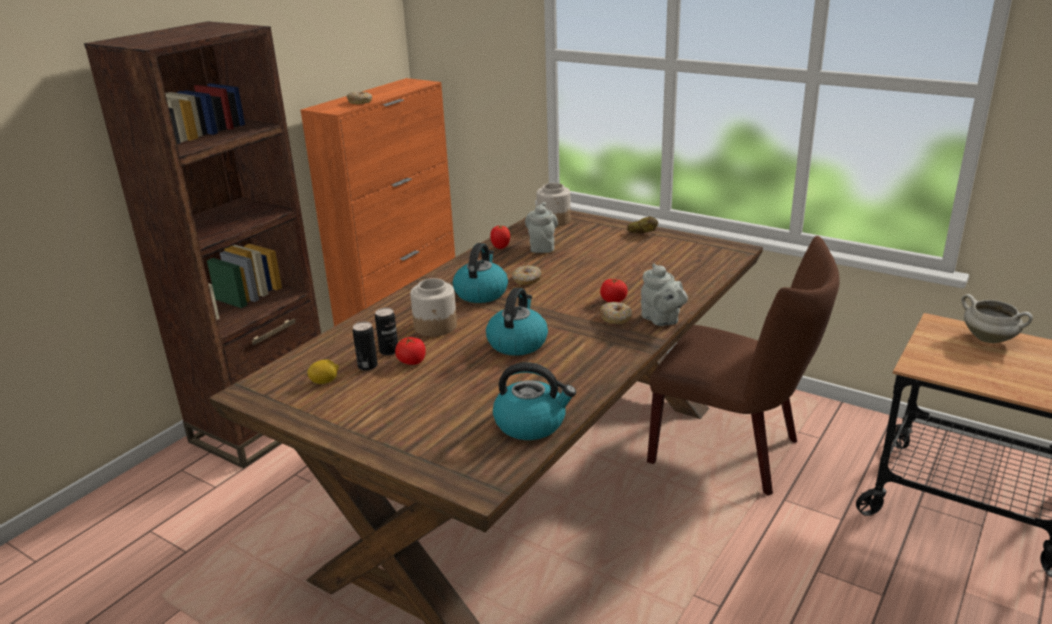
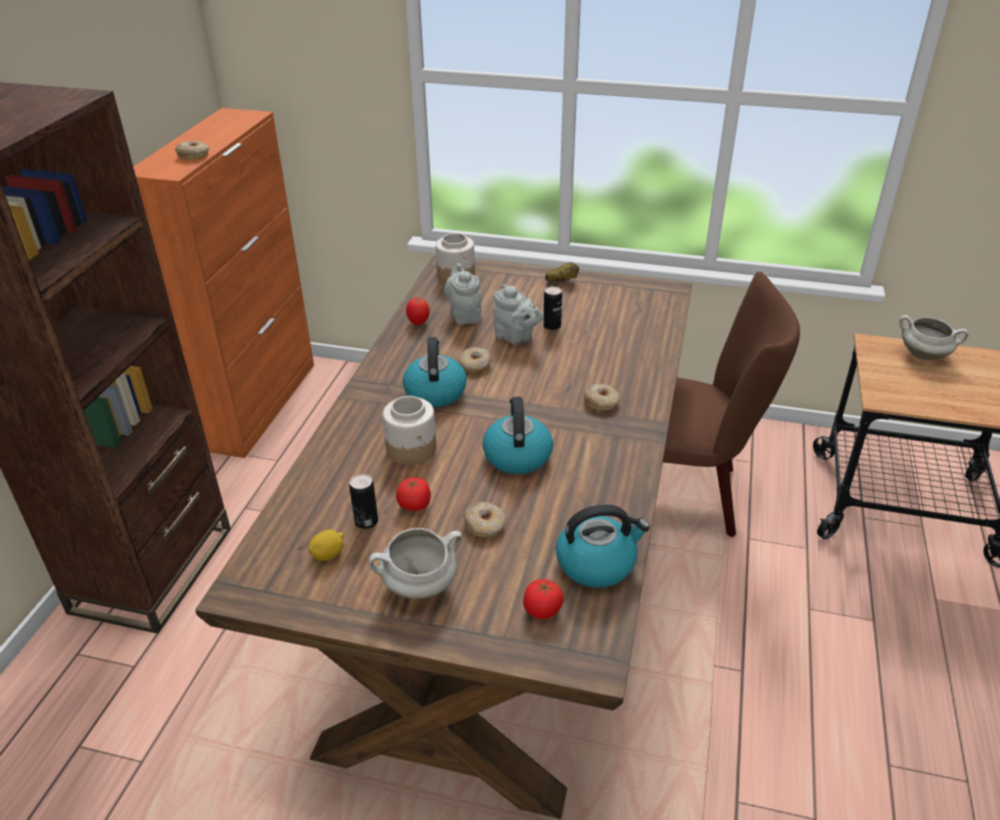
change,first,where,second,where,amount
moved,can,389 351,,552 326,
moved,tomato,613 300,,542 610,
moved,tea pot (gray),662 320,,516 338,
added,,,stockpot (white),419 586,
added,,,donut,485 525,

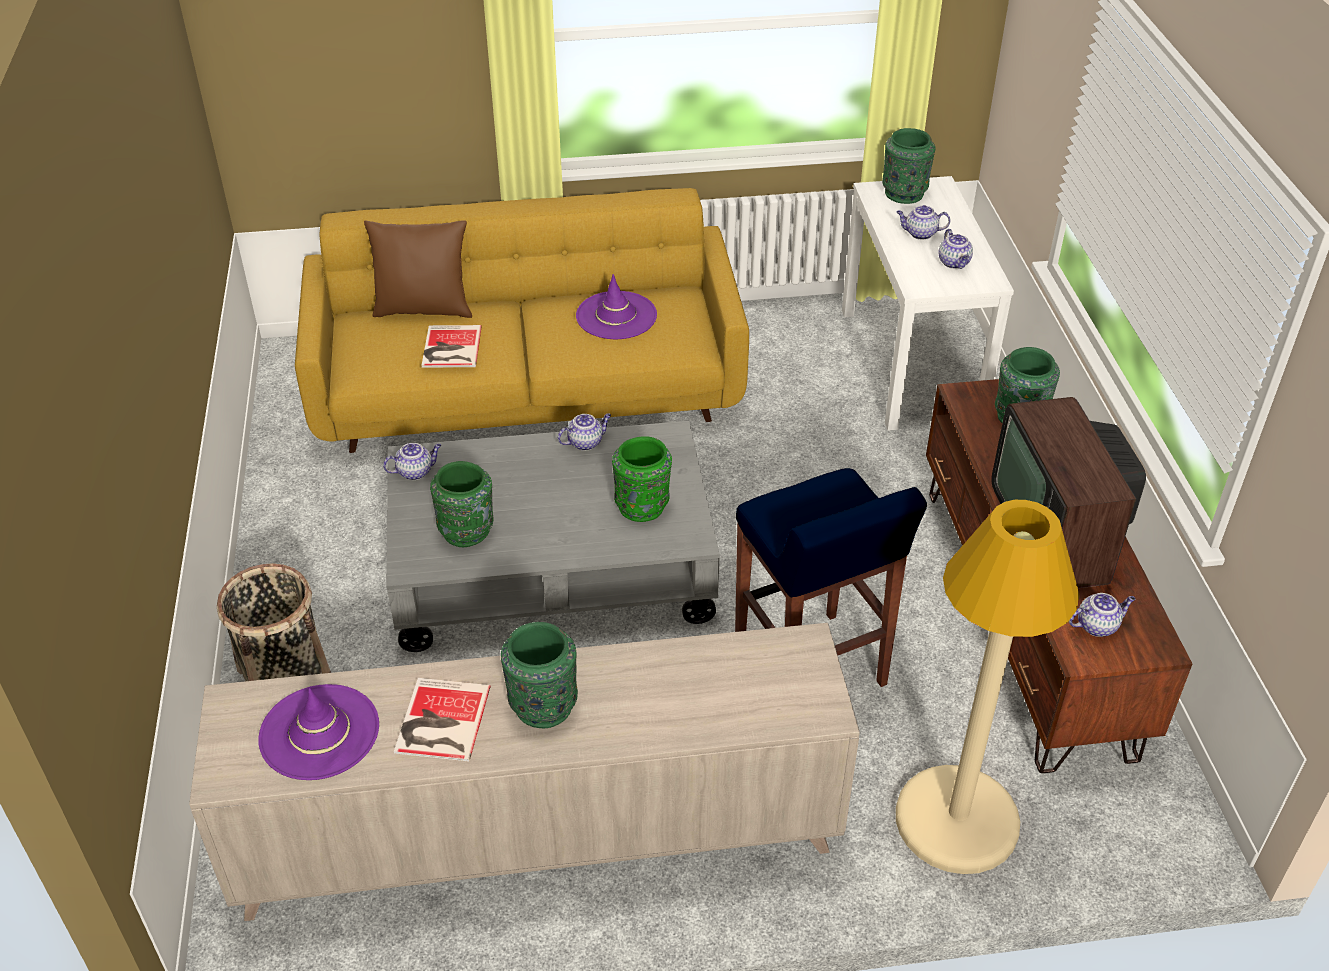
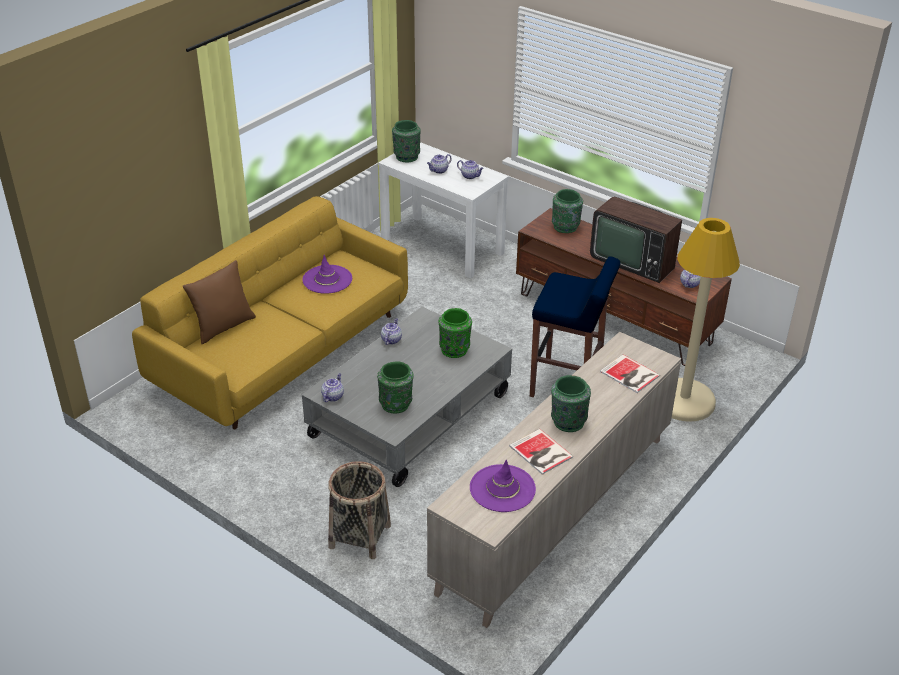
change,first,where,second,where,amount
moved,volume,450 348,,630 375,

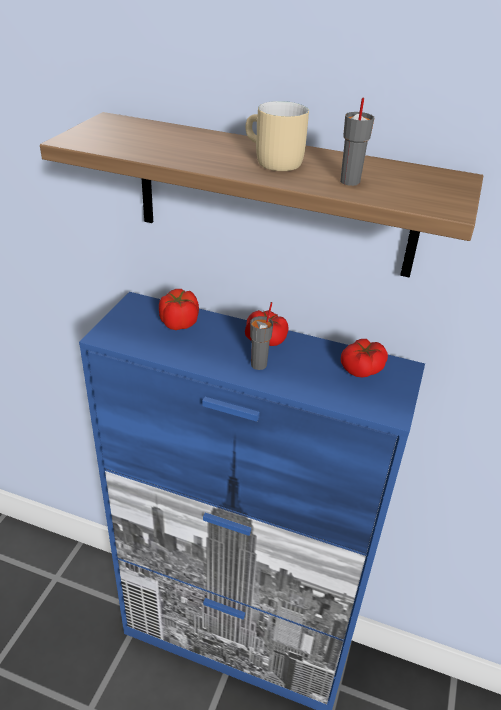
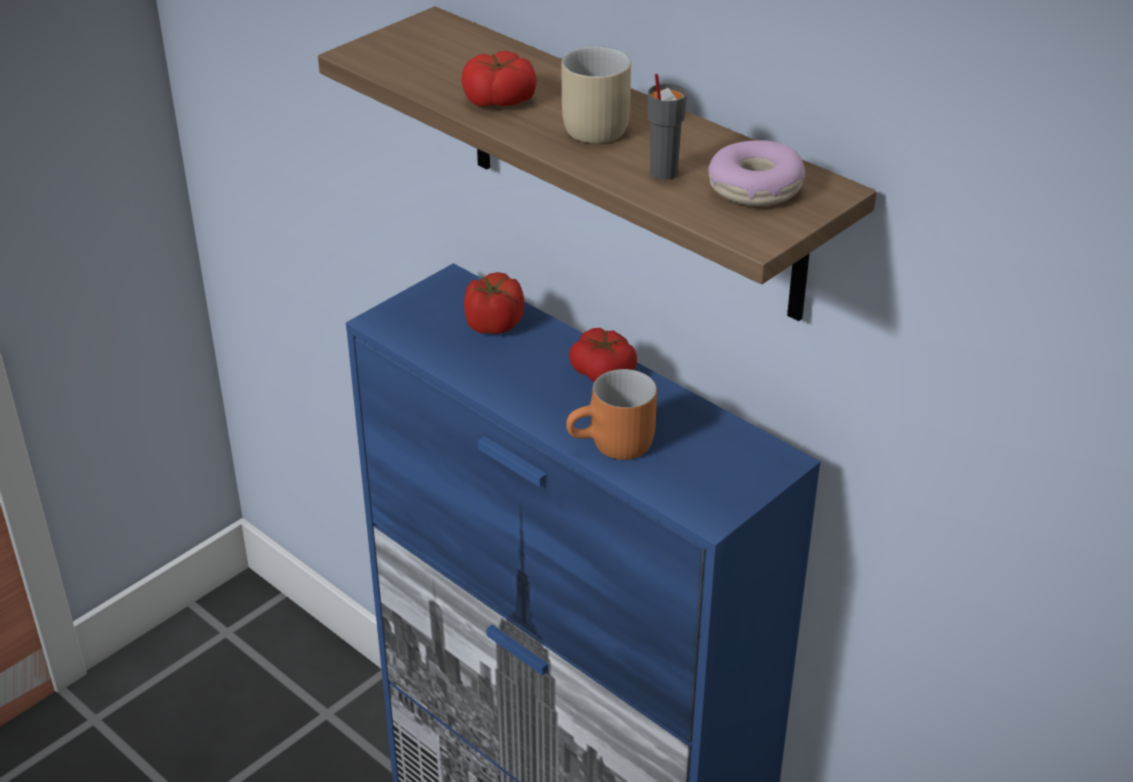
change,first,where,second,where,amount
removed,small cup (gray),259 364,,,
moved,tomato,362 368,,499 99,
added,,,tea mug (orangey),614 447,
added,,,donut,755 188,

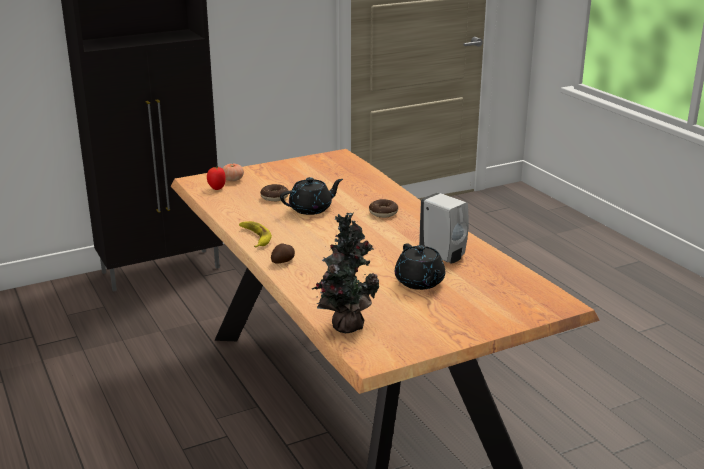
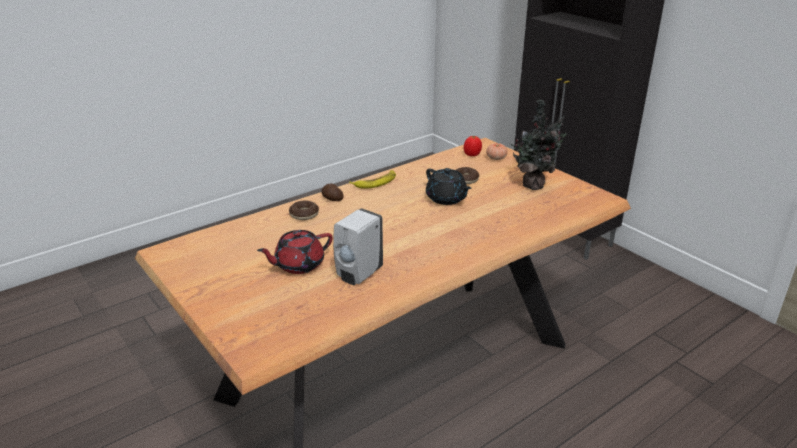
change,first,where,second,where,amount
moved,plant in a pot,345 325,,534 185,
moved,donut,383 213,,304 215,
recoloured,tea pot (black),419 282,tea pot (red),298 265,

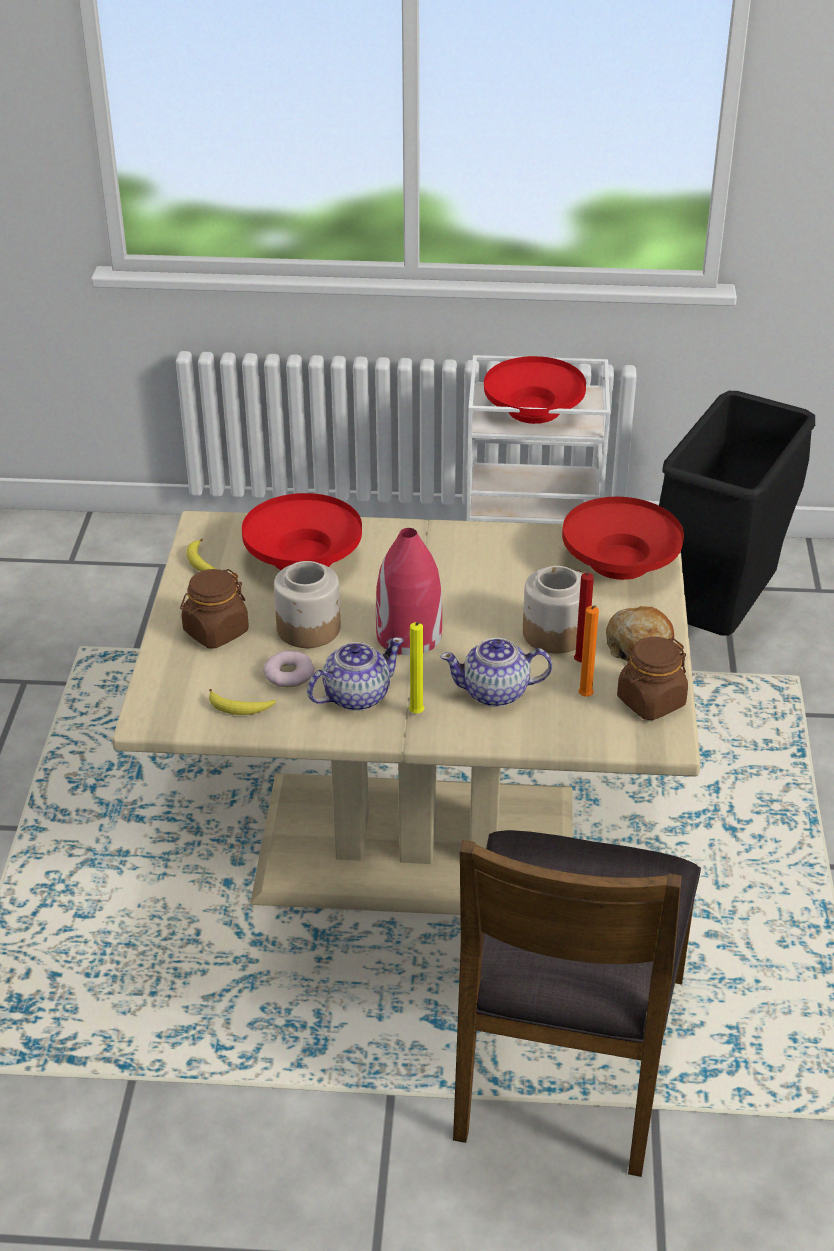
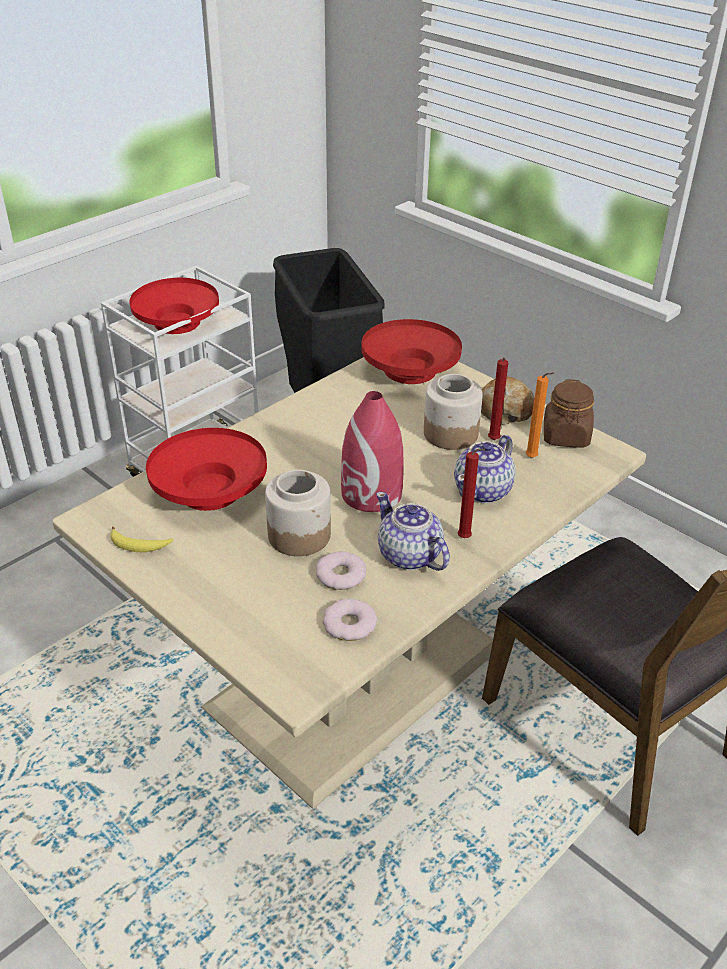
change,first,where,second,where,amount
removed,jar (brown),215 632,,,
replaced,banana,240 708,donut,349 624,
turned,tea pot,355 696,,409 556,45 degrees counterclockwise
recoloured,wax light (yellow-coloured),416 715,wax light (red),466 539,

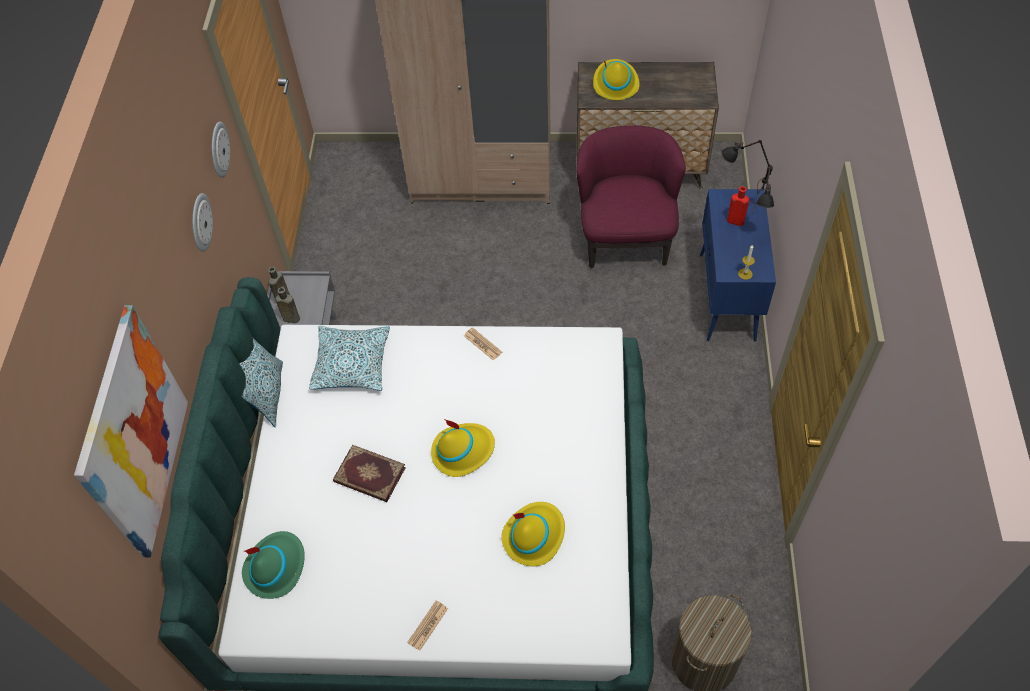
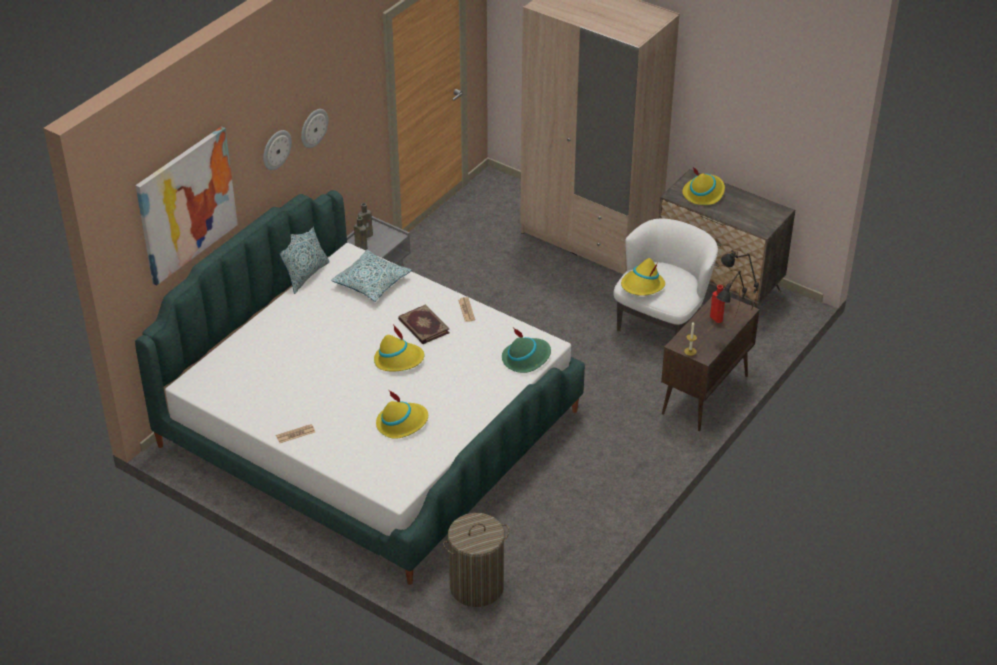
change,first,where,second,where,amount
moved,hanging clock,218 149,,276 149,
moved,hat (green),275 567,,526 358,
moved,volume,369 476,,423 326,
recoloured,lounge chair (purple),625 238,lounge chair (white),662 324,
recoloured,storage cabinet (blue),727 298,storage cabinet (brown),704 395,
added,,,hat (yellow-coloured),642 286,

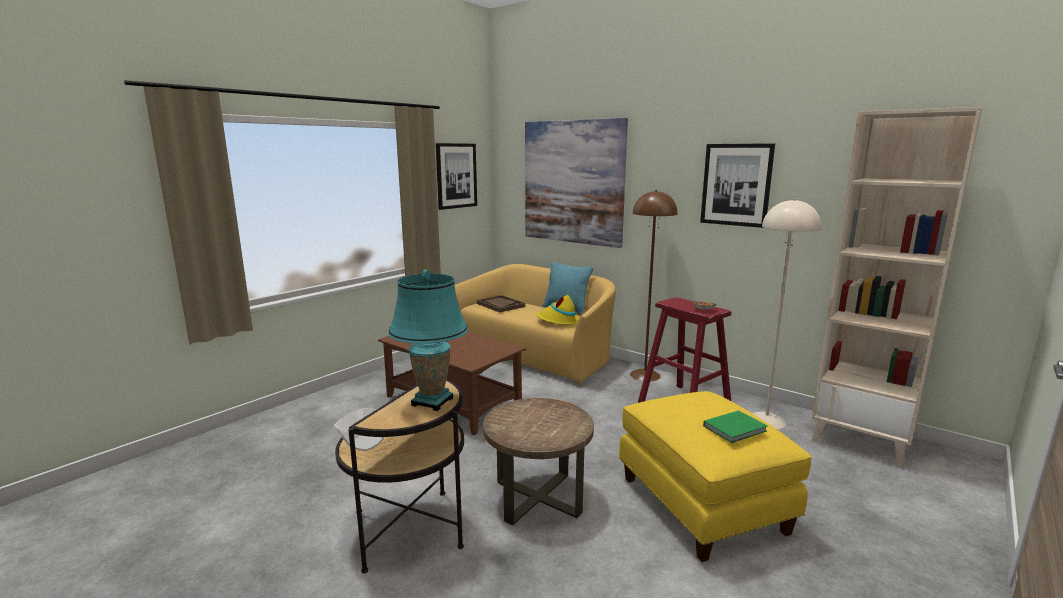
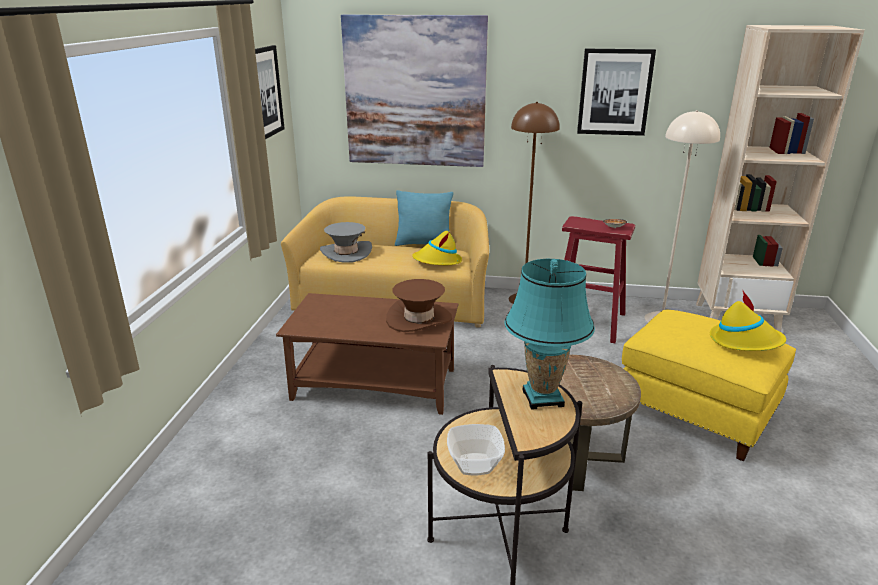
change,first,where,second,where,amount
replaced,serving tray (brown),500 305,hat (gray),346 253,
replaced,volume (green),736 428,hat (yellow-coloured),745 341,
added,,,hat (brown),419 319,

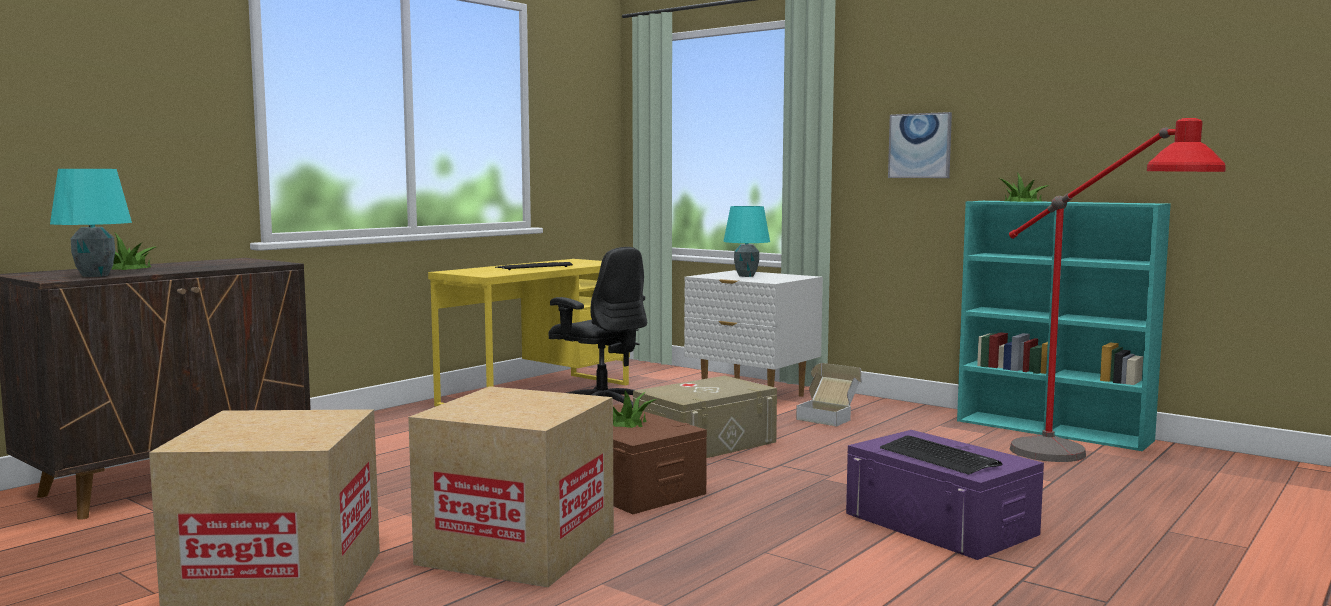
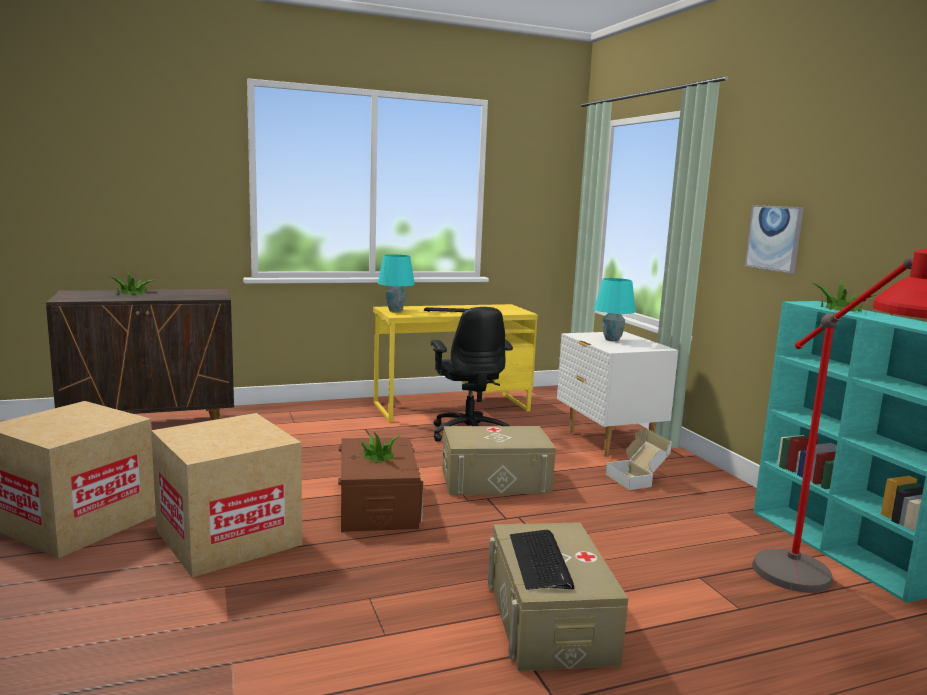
change,first,where,second,where,amount
moved,tabletop lamp (turquoise-coloured),96 275,,396 311,
recoloured,storage container (purple),940 524,storage container (beige),550 620,

